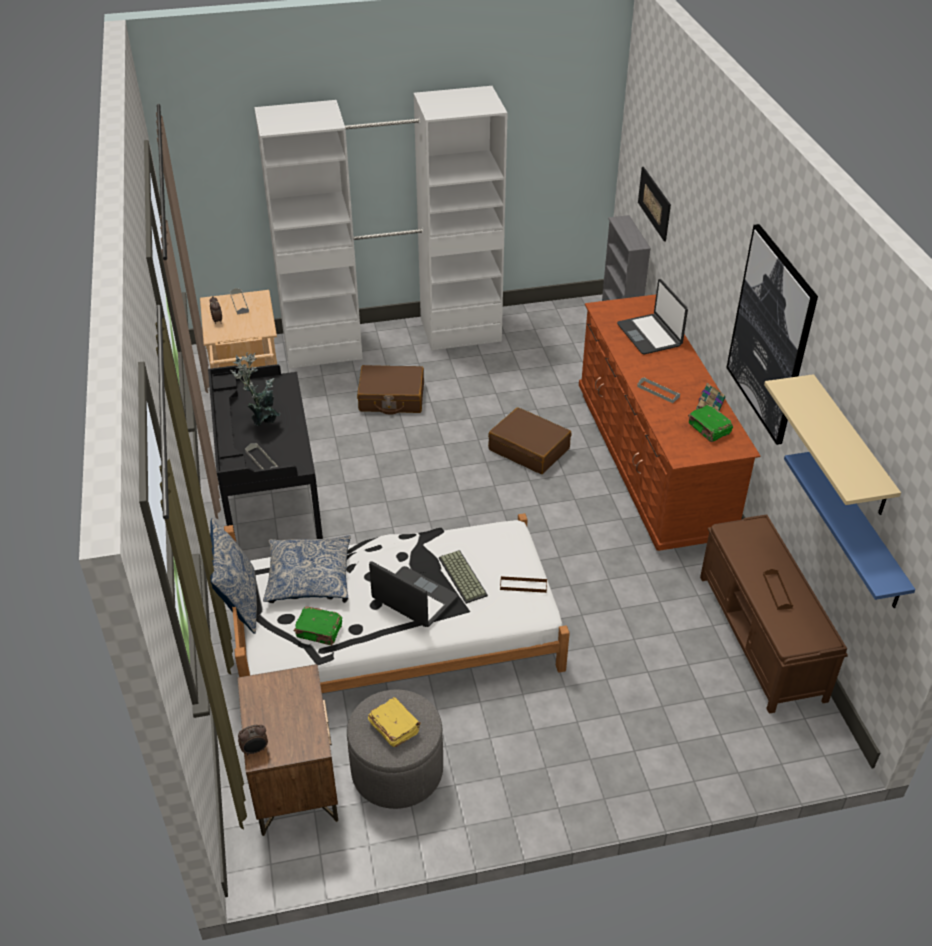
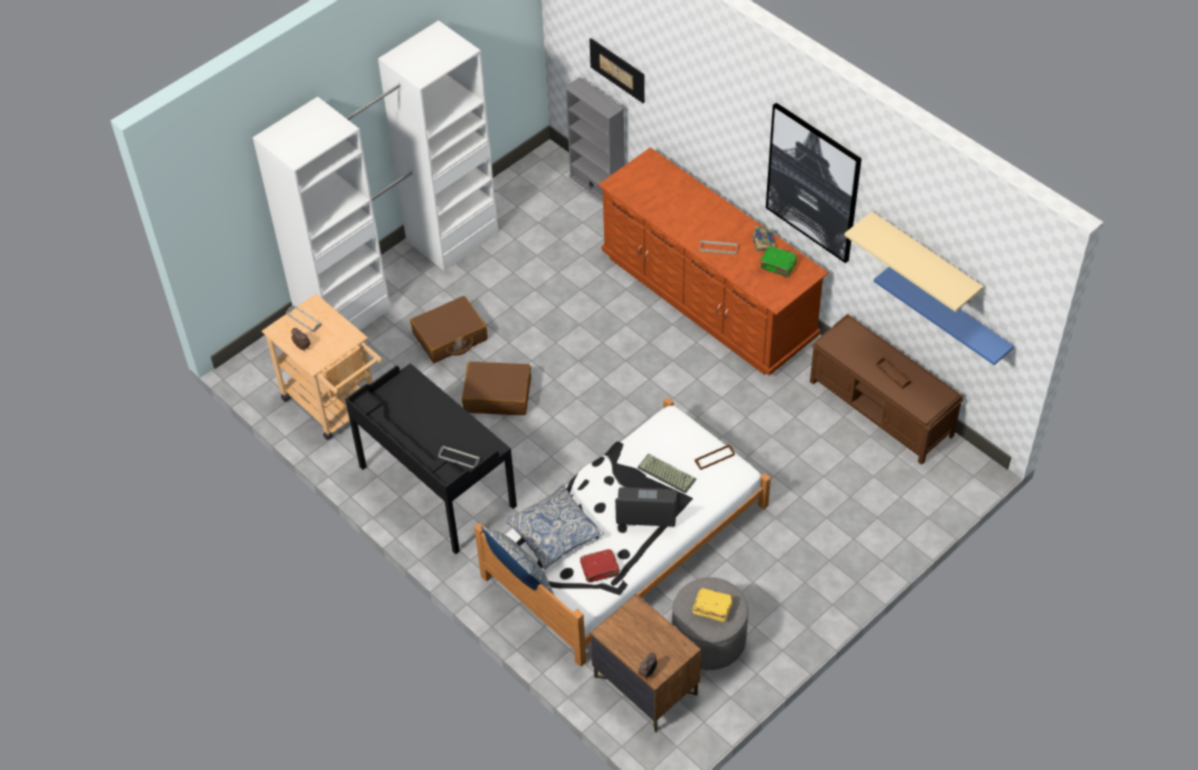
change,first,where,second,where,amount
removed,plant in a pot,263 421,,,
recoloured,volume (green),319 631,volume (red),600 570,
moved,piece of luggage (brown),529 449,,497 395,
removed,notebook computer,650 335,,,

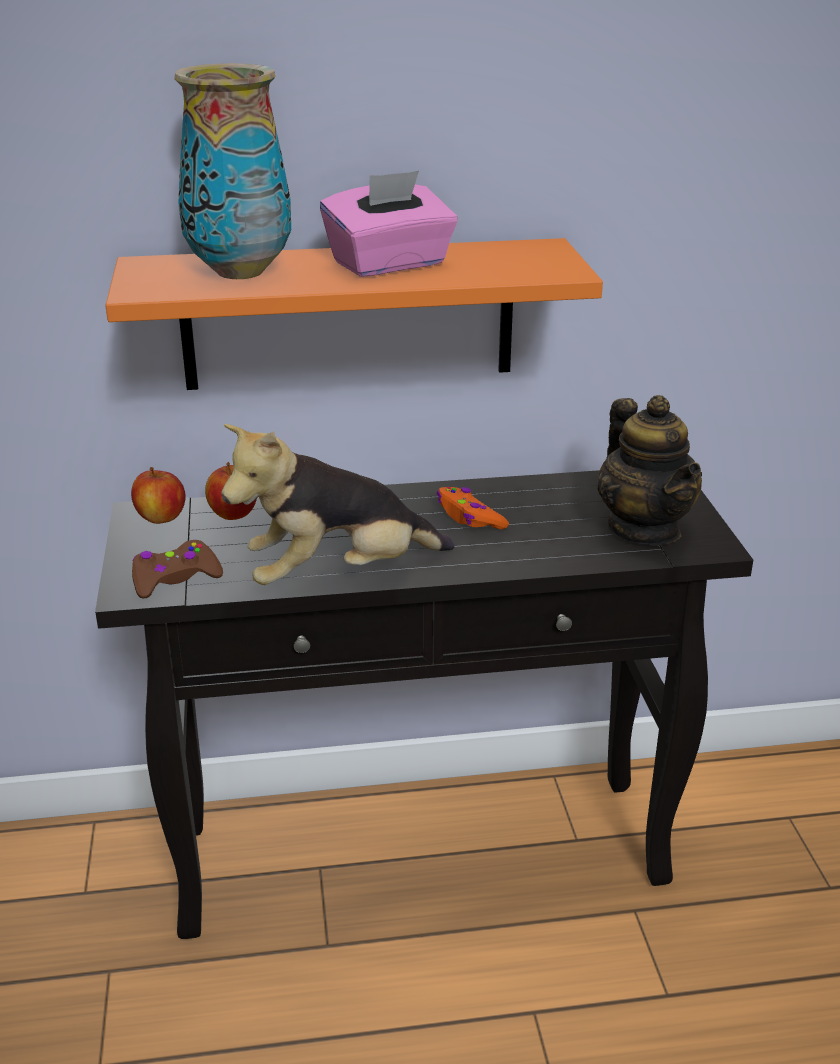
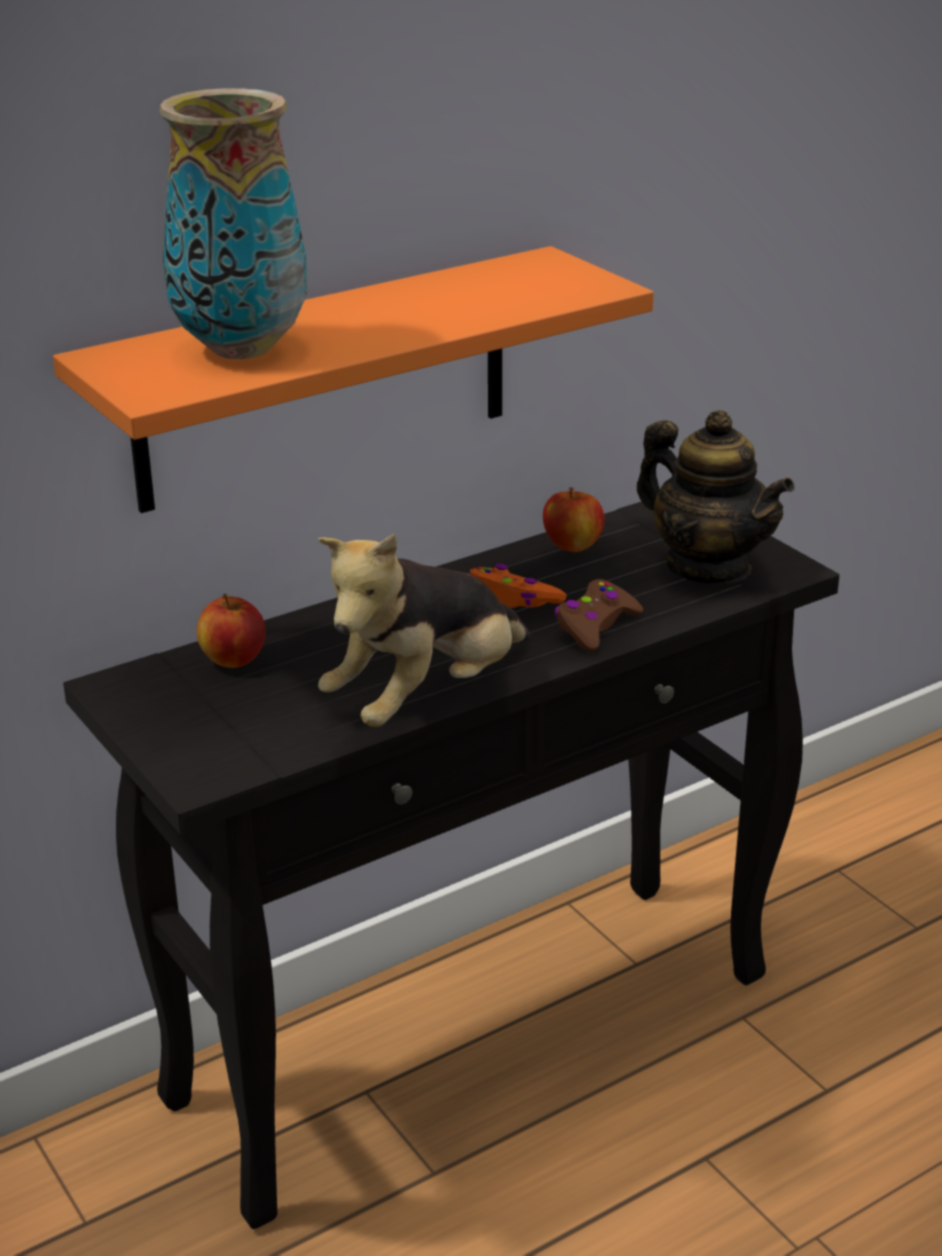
change,first,where,second,where,amount
moved,apple fruit,161 518,,573 546,
moved,gamepad (brown),175 578,,595 626,
removed,box of tissues (pinkish),390 264,,,

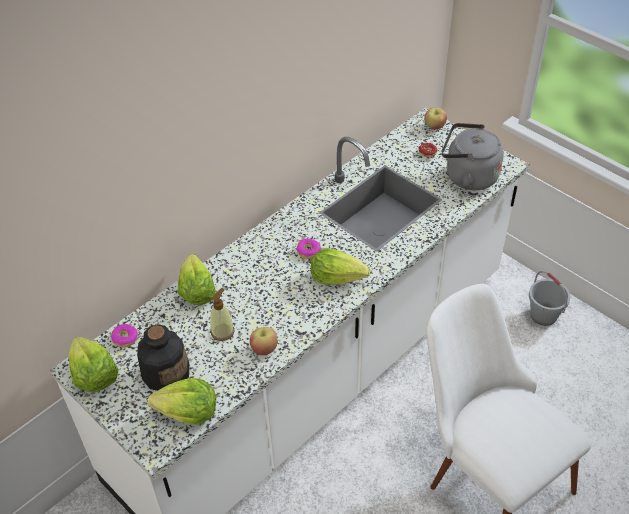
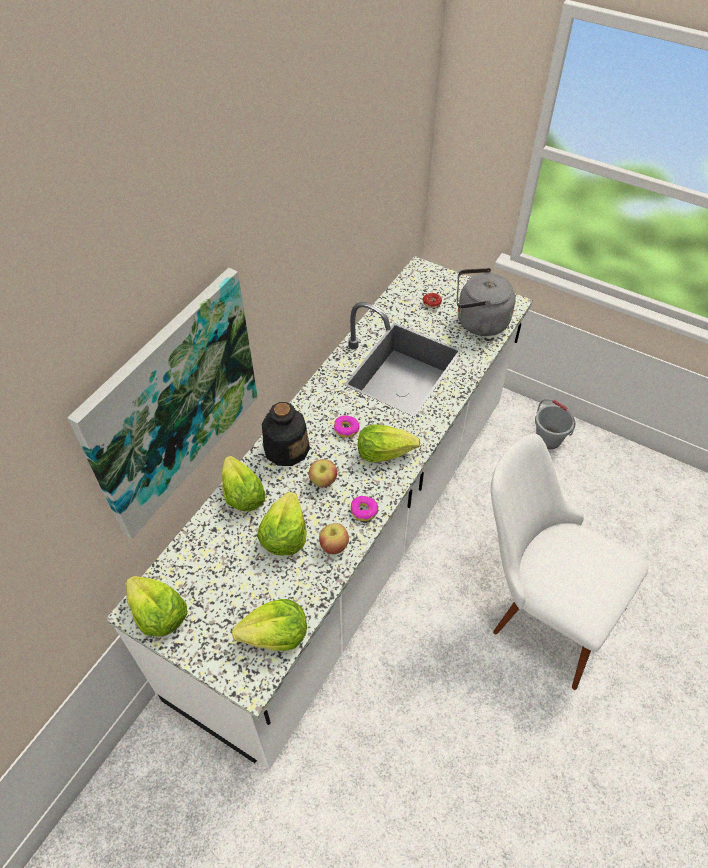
change,first,where,second,where,amount
moved,donut,125 338,,364 511,
moved,beverage bottle,166 372,,286 448,
replaced,soap dispenser,222 331,lettuce,284 535,
moved,apple fruit,434 127,,323 481,
added,,,wall art,173 403,

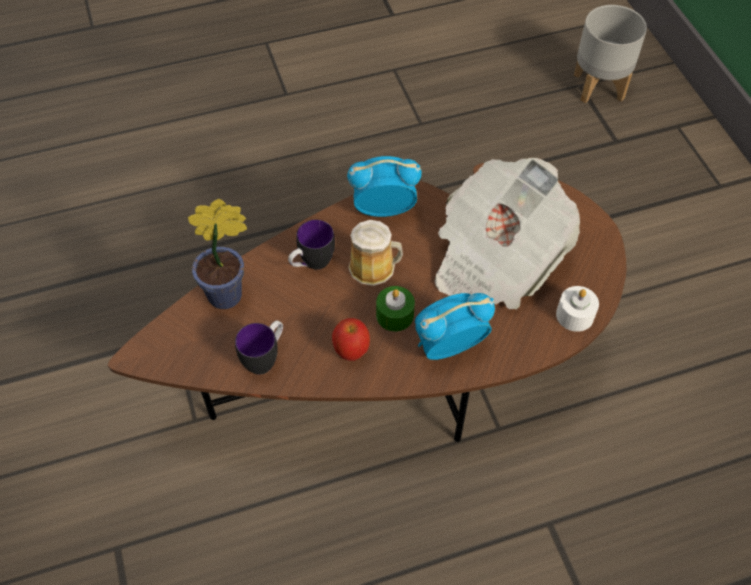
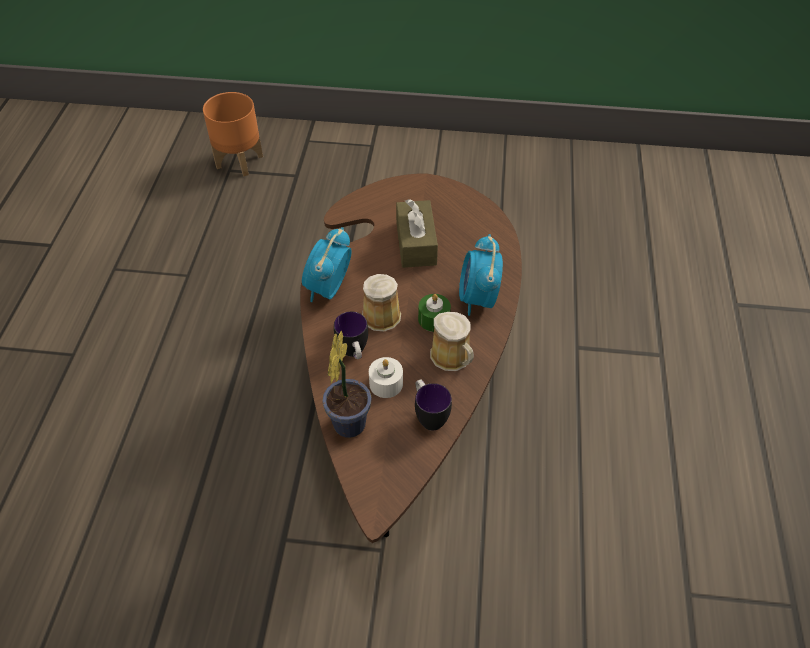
change,first,where,second,where,amount
replaced,apple fruit,351 352,tea mug,452 357,
replaced,newspaper,495 257,box of tissues (brown),416 243,
moved,wax light (white),574 315,,386 383,
recoloured,plant pot (gray),599 86,plant pot (orangey),240 161,

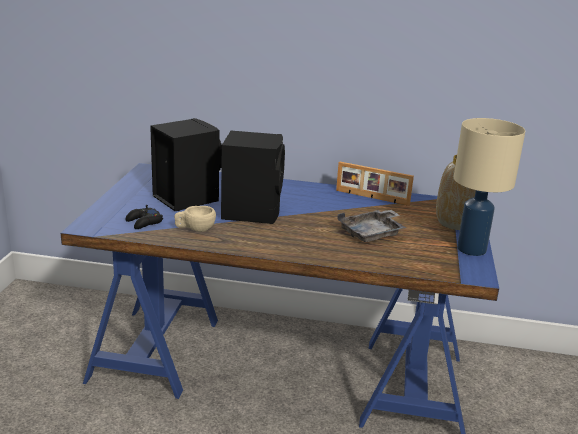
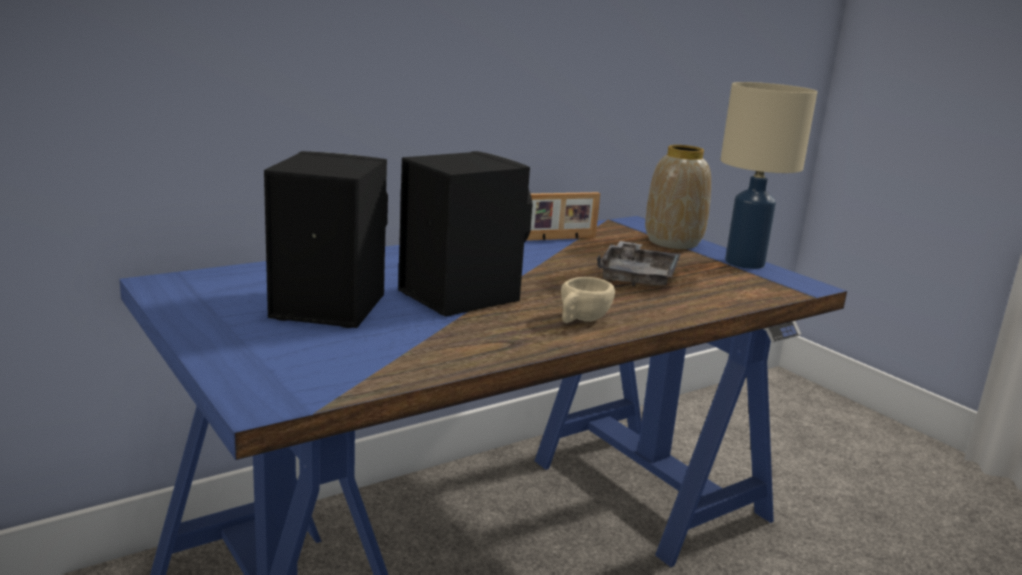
change,first,where,second,where,amount
removed,gamepad (black),144 222,,,
moved,small cup (beige),195 229,,581 320,

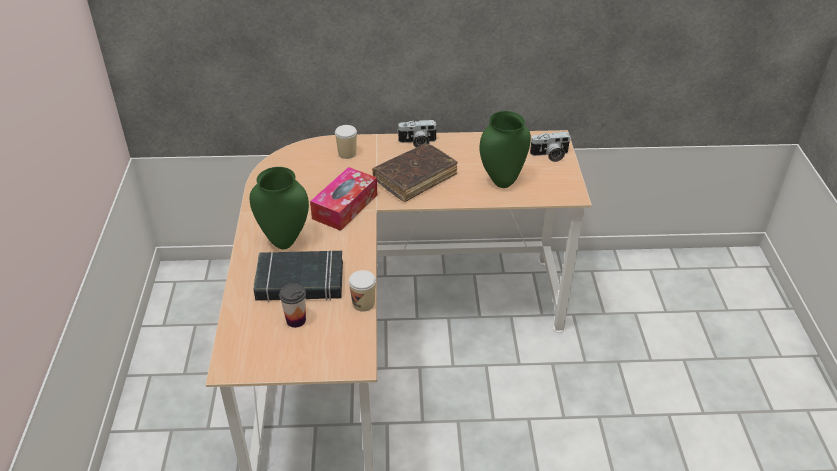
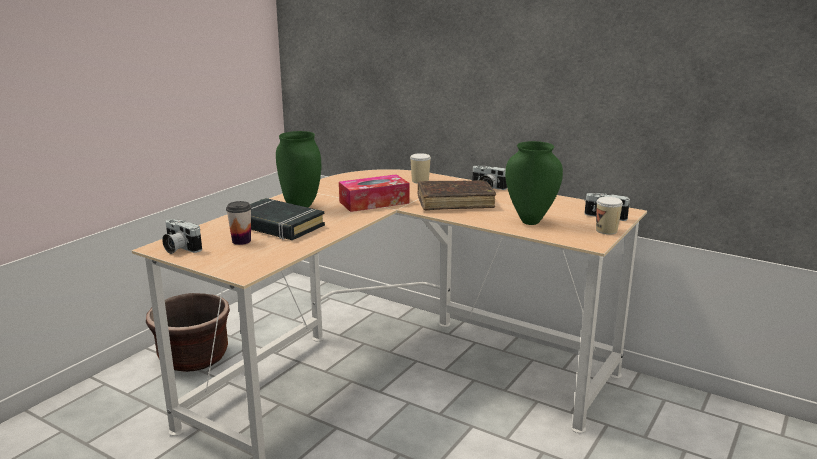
change,first,where,second,where,amount
moved,small cup,363 303,,606 230,
added,,,plant pot (brown),194 358,
added,,,photo camera,179 248,

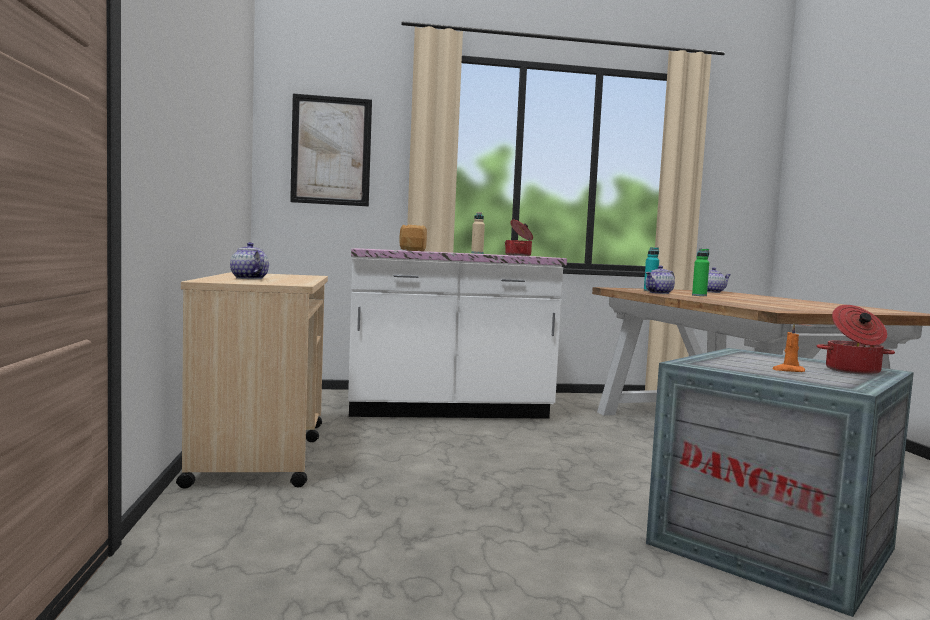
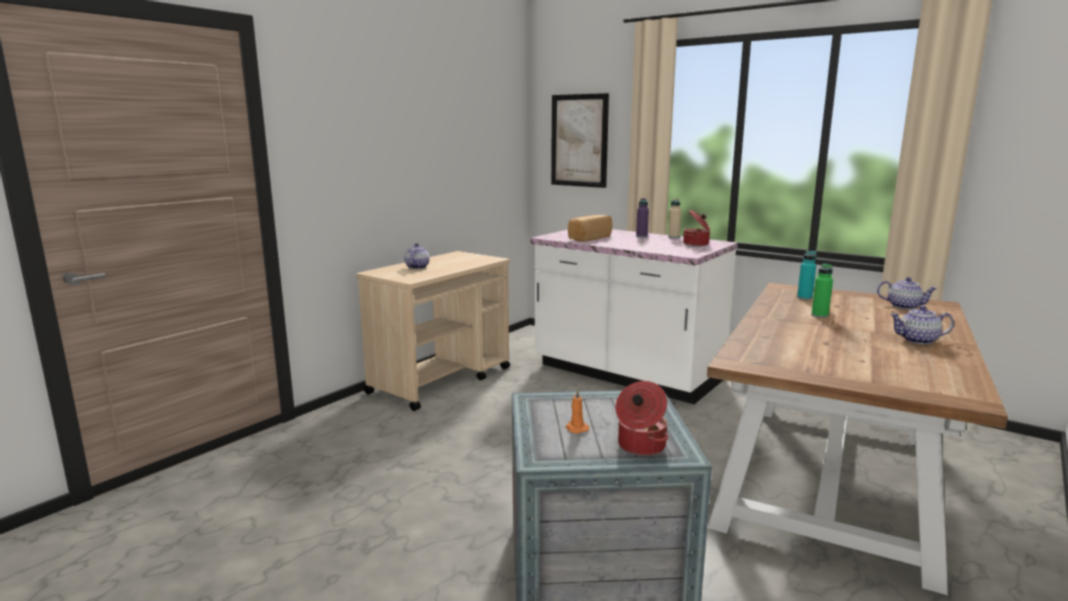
change,first,where,second,where,amount
moved,tea pot,659 293,,918 340,
added,,,beverage bottle (purple),641 236,

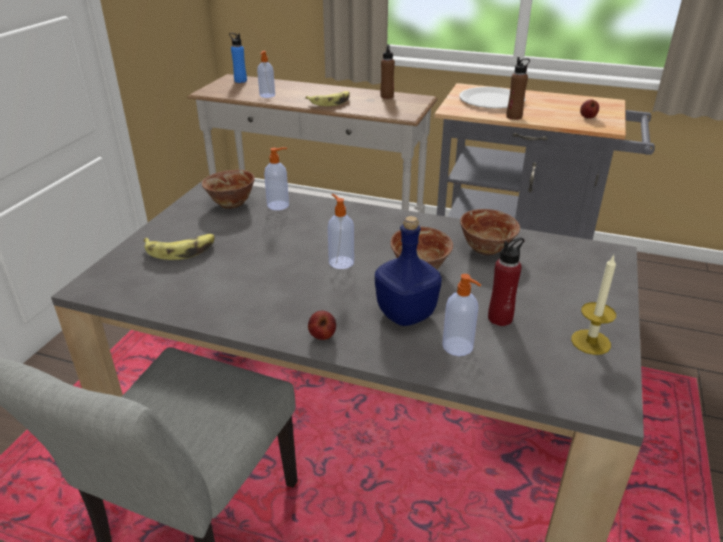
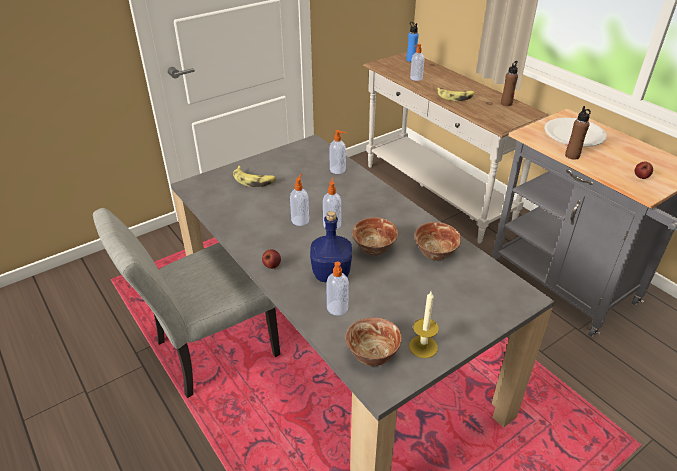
change,first,where,second,where,amount
moved,deep dish,231 203,,372 356,
removed,beverage bottle (red),500 318,,,
added,,,soap dispenser,300 220,

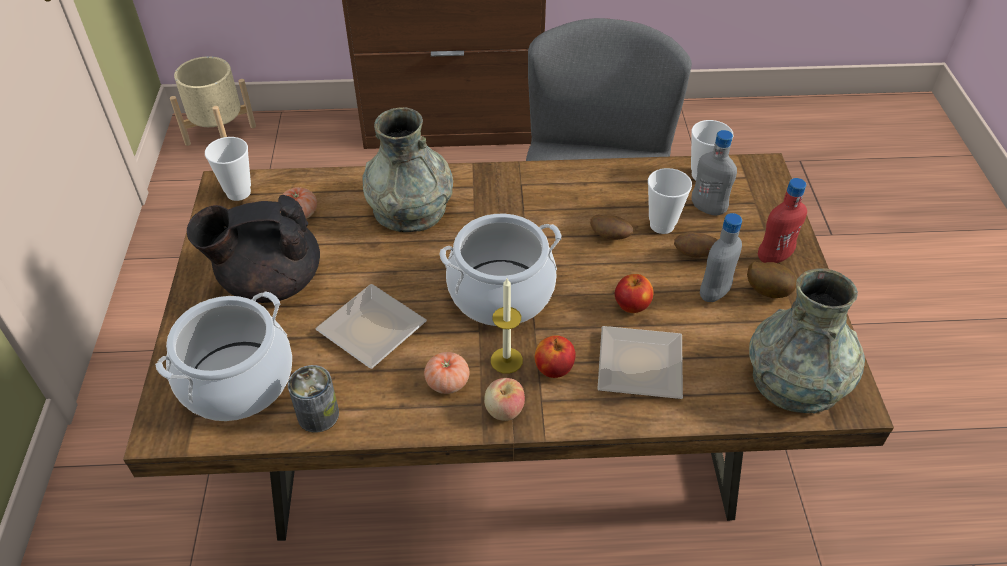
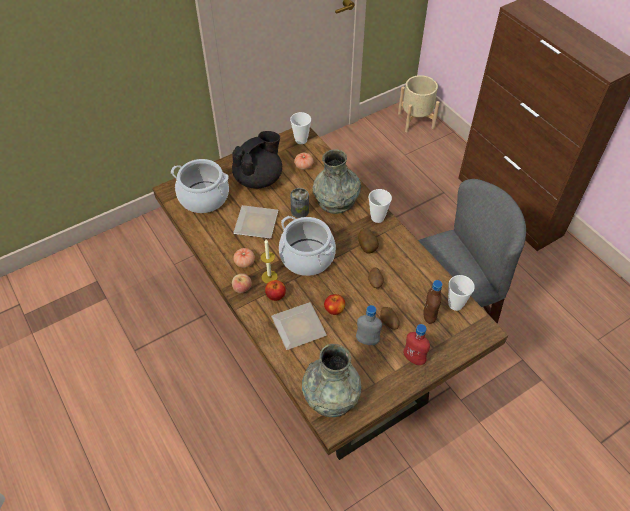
change,first,where,second,where,amount
turned,tea pot (black),270 282,,259 178,90 degrees clockwise
moved,can,318 415,,300 211,
moved,small cup,662 225,,377 217,
recoloured,beverage bottle (gray),708 208,beverage bottle (brown),429 316,
moved,spud,767 291,,368 247,

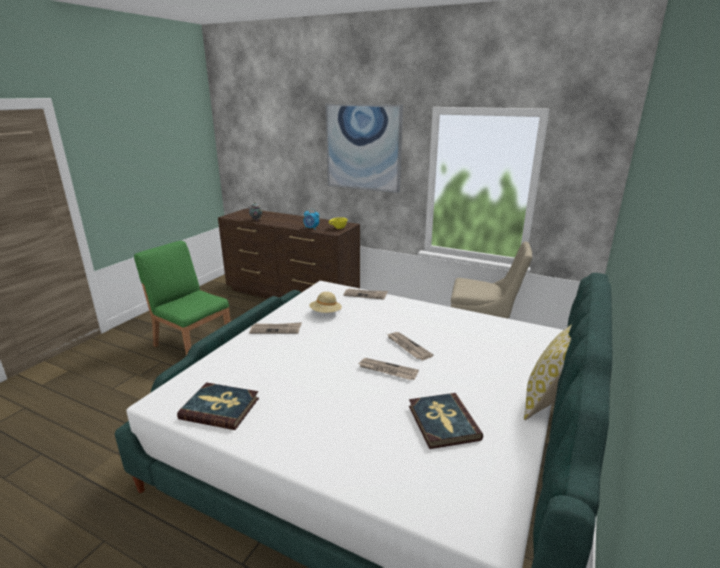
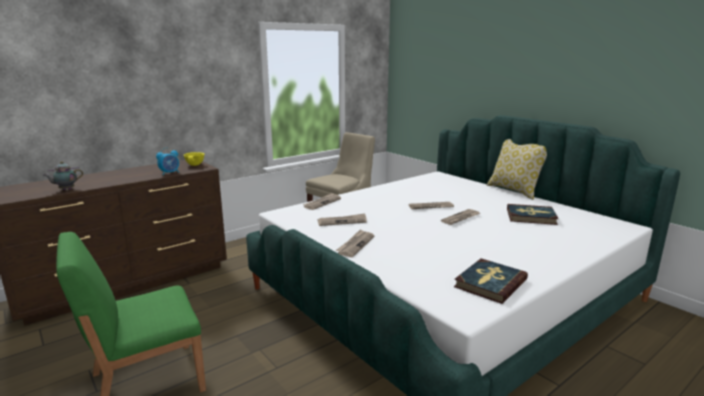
change,first,where,second,where,amount
replaced,hat (beige),325 313,newspaper,342 221,
removed,wall art,363 147,,,

